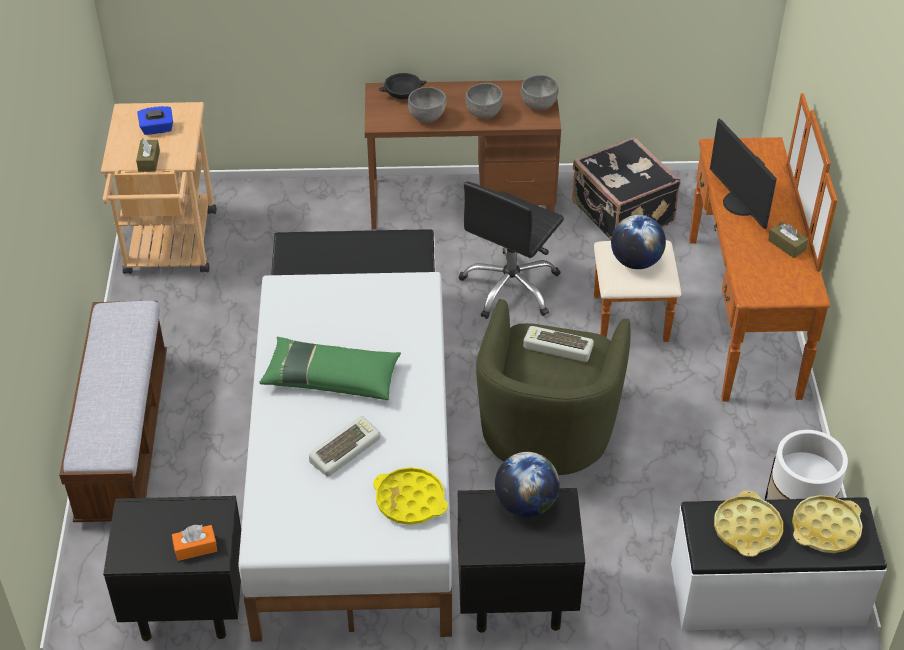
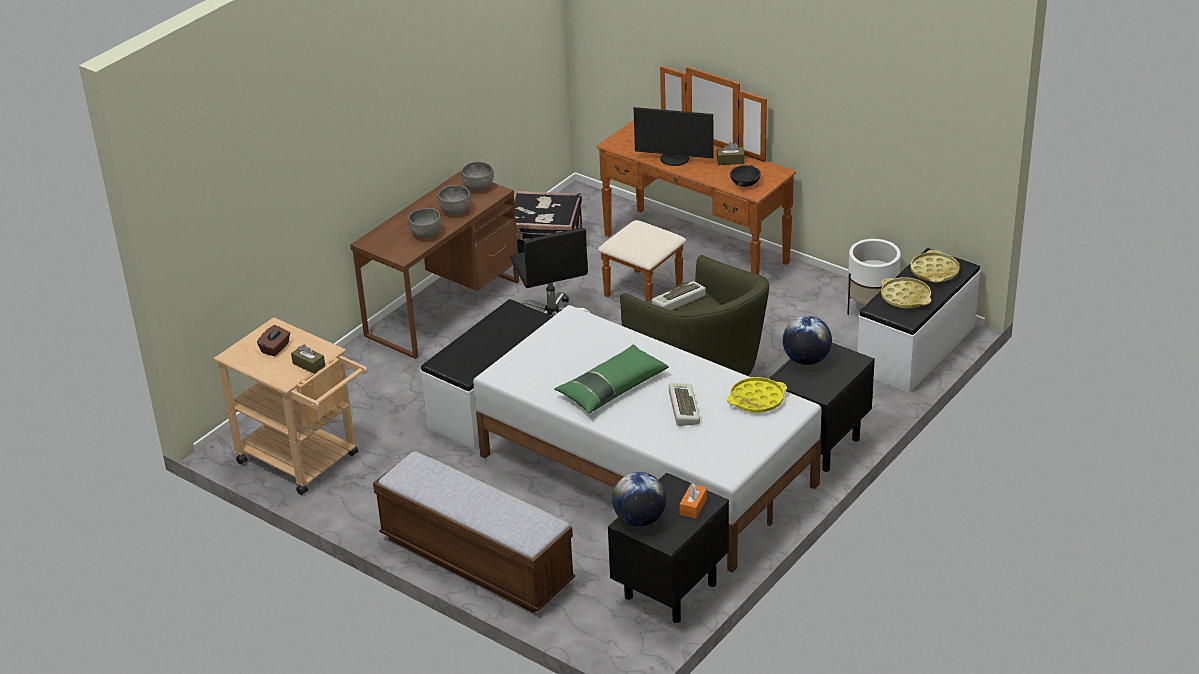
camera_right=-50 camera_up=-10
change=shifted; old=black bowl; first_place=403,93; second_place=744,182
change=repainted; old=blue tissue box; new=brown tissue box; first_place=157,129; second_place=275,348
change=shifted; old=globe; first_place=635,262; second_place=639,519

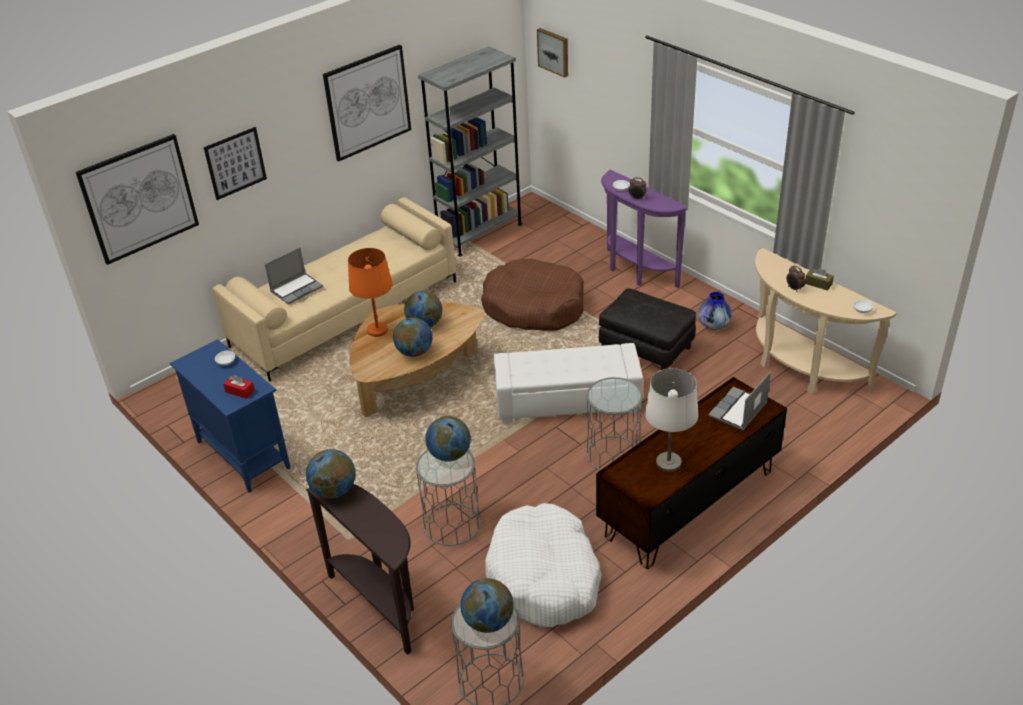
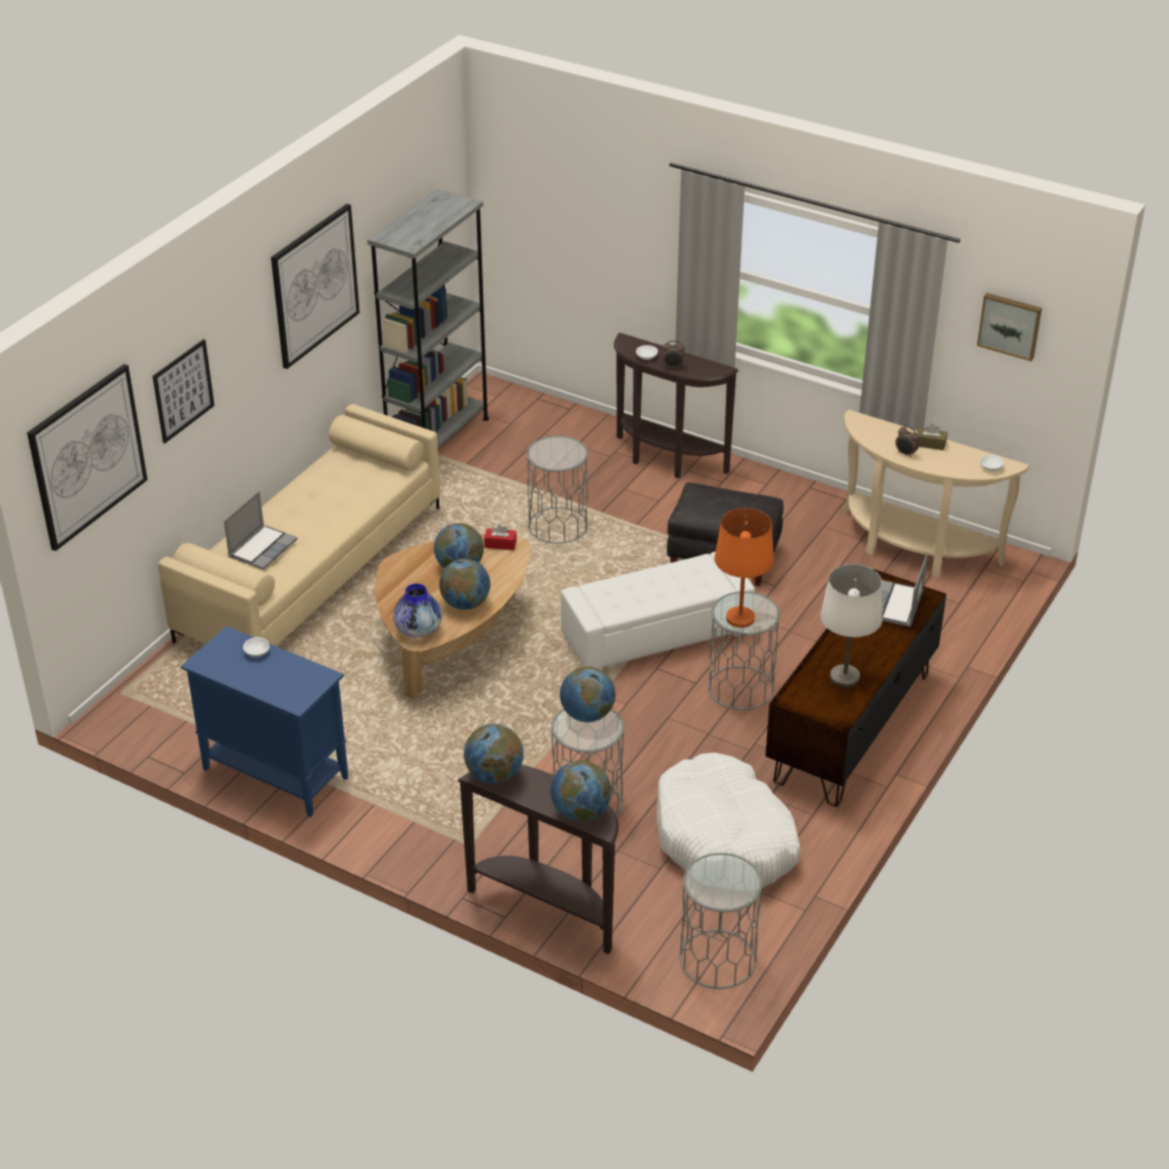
camera_right=-20 camera_up=0
change=shifted; old=picture; first_place=554,52; second_place=1010,325
change=repainted; old=purple console table; new=brown console table; first_place=635,272; second_place=665,461
change=shifted; old=orange table lamp; first_place=377,330; second_place=739,618
change=swapped; old=brown dog bed; new=grey side table; first_place=534,307; second_place=558,525
change=shifted; old=vase; first_place=714,325; second_place=419,630
change=shifted; old=red tissue box; first_place=240,391; second_place=500,544
change=shifted; old=globe; first_place=488,622; second_place=580,812

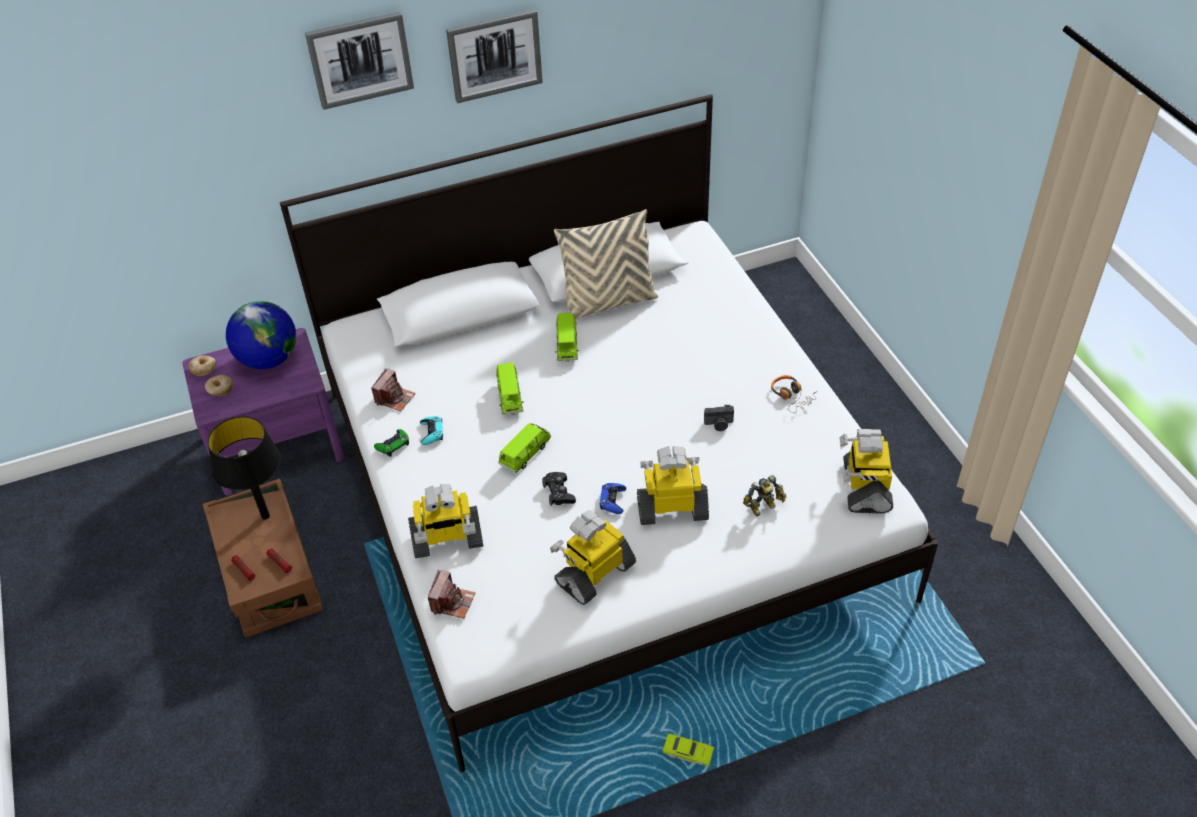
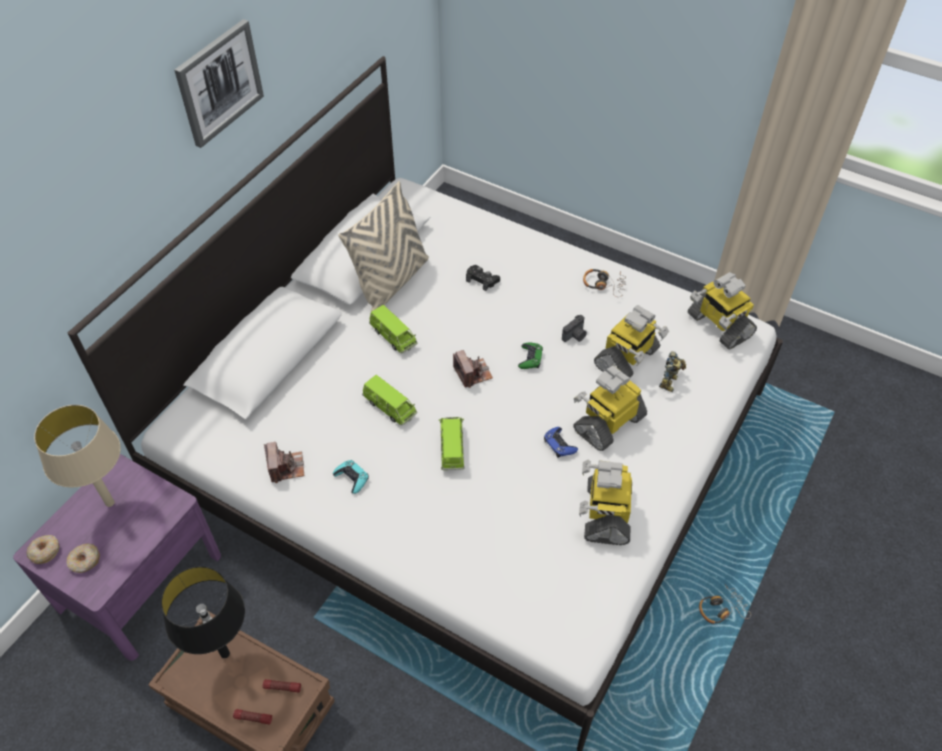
camera_right=-40 camera_up=5
change=gone; old=picture; first_place=360,59
change=swapped; old=globe; new=beige table lamp; first_place=268,359; second_place=109,503
change=shifted; old=green game controller; first_place=393,445; second_place=530,358
change=shifted; old=black game controller; first_place=559,492; second_place=482,280
change=shifted; old=toy robot; first_place=447,539; second_place=627,359
change=shifted; old=photo camera; first_place=452,602; second_place=472,373
change=swapped; old=green toy car; new=headphones; first_place=688,752; second_place=721,609

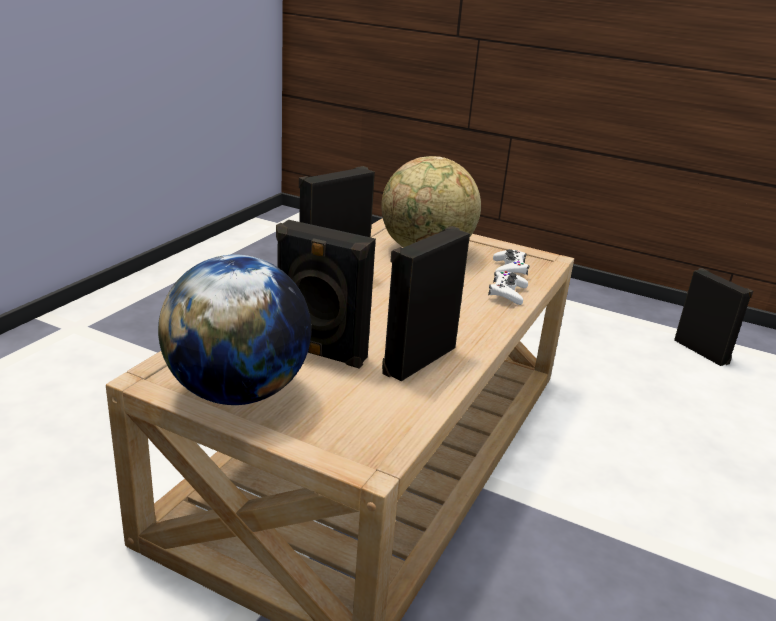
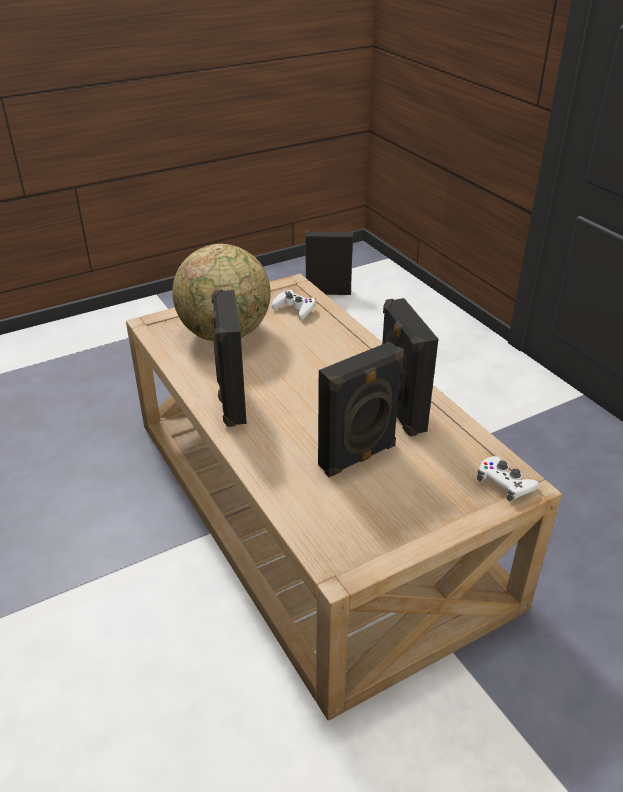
camera_right=-55 camera_up=10
change=gone; old=globe; first_place=237,392
change=shifted; old=white game controller; first_place=507,293; second_place=504,483

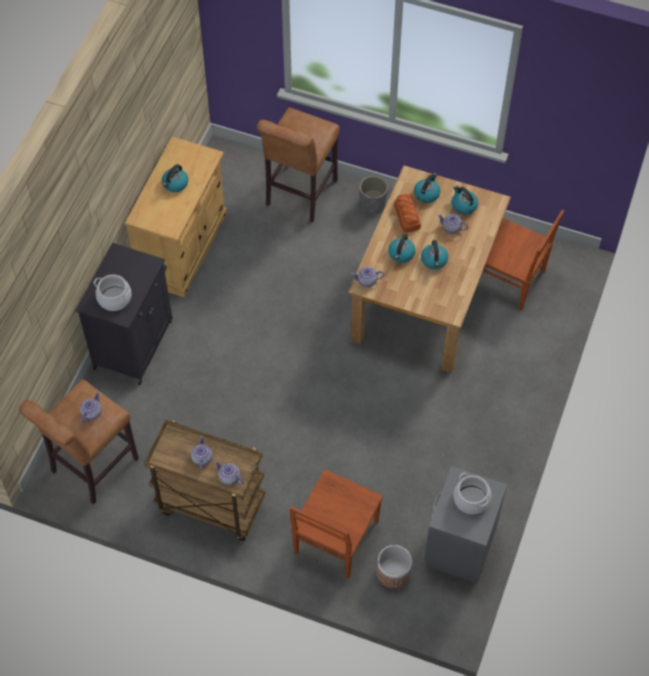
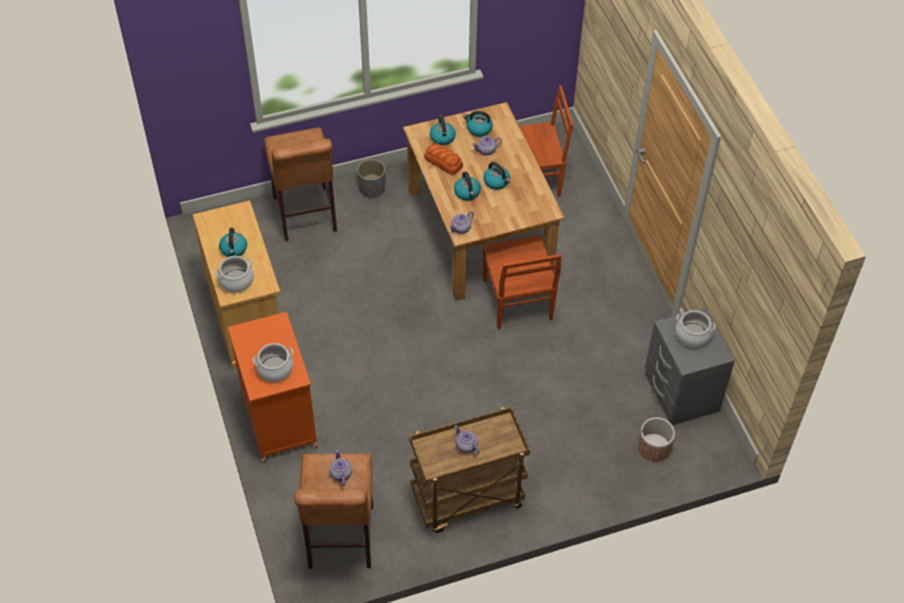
camera_right=-40 camera_up=-5
change=repainted; old=black cabinet; new=orange cabinet; first_place=134,342; second_place=278,418
change=gone; old=teapot; first_place=229,478
change=shifted; old=brown chair; first_place=335,539; second_place=517,301
change=new; new=cooking pot; second_place=236,281

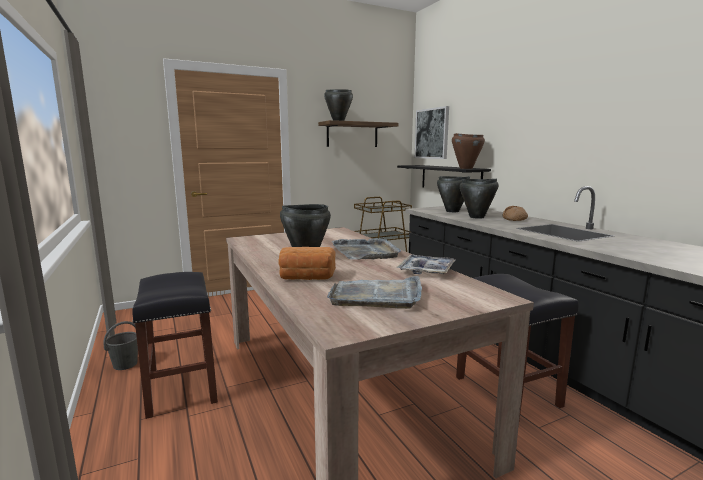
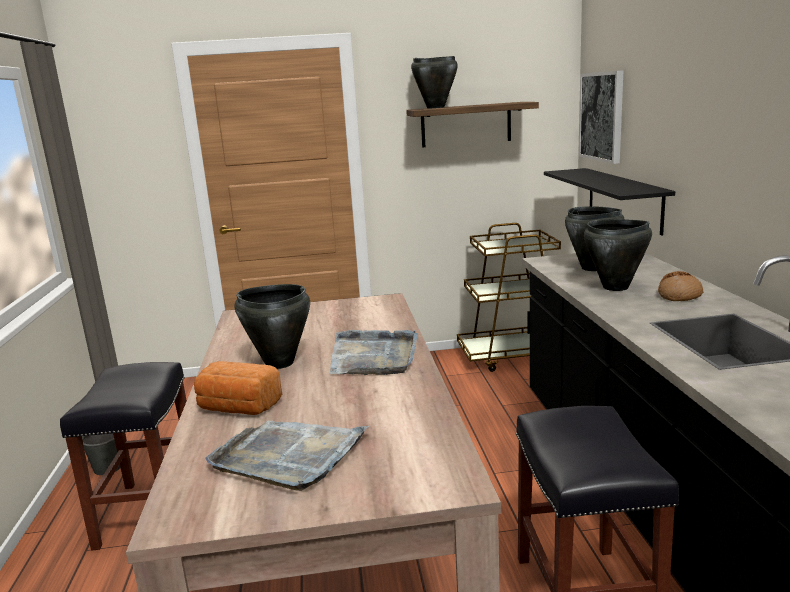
camera_right=20 camera_up=5
change=gone; old=brown cooking pot; first_place=465,168
change=gone; old=tray; first_place=426,270

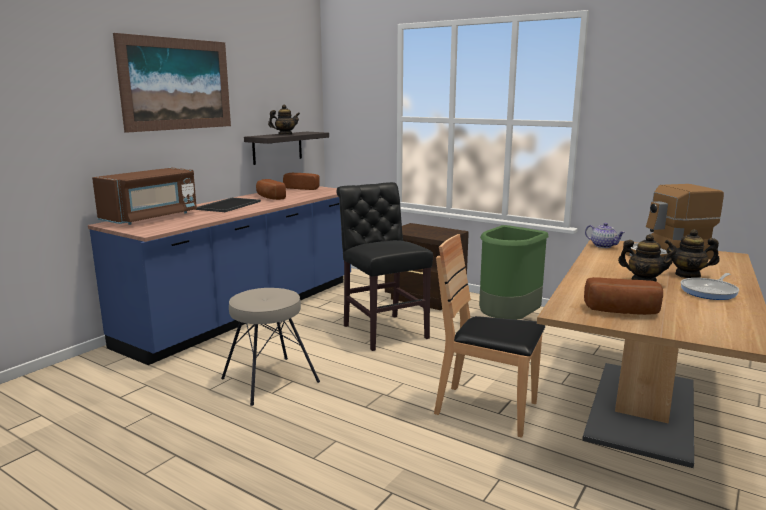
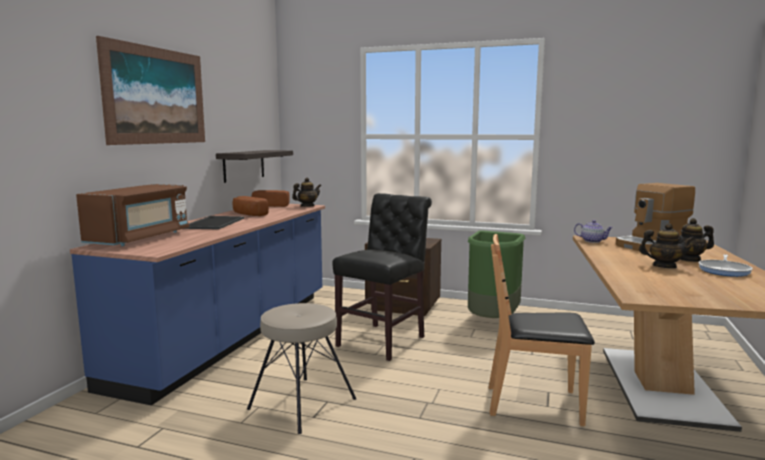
camera_right=-15 camera_up=-5
change=shifted; old=teapot; first_place=285,134; second_place=307,206
change=rotated; old=black chair; first_place=383,330; second_place=384,340; degrees=75
change=gone; old=bread; first_place=622,312

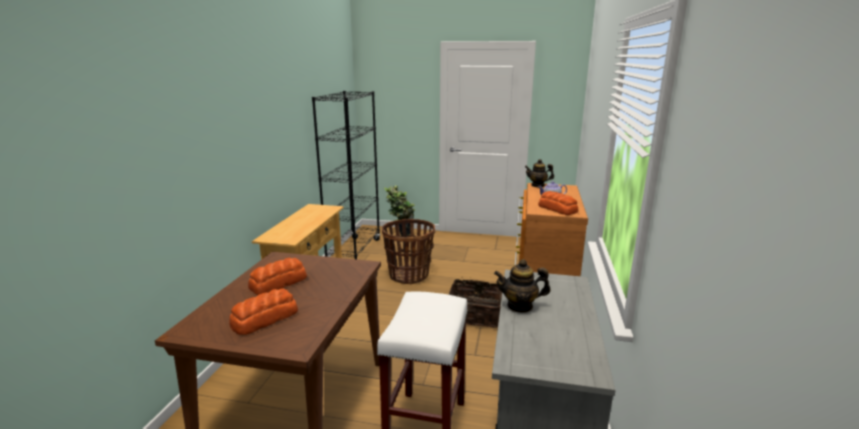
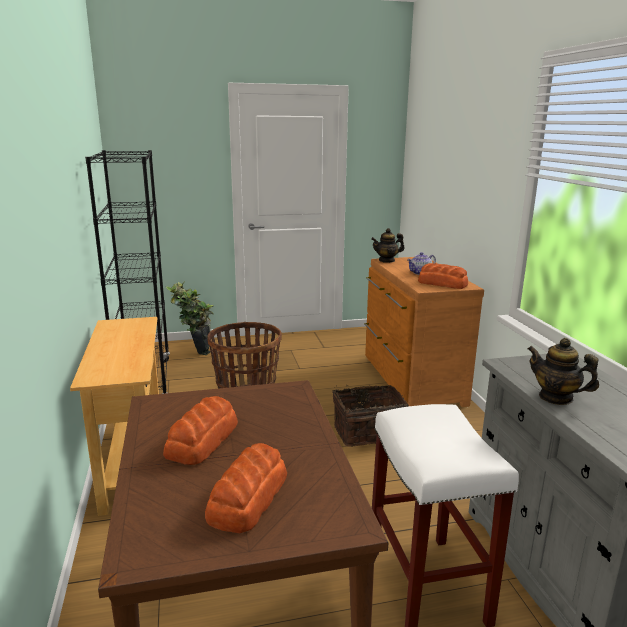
camera_right=-25 camera_up=0
change=rotated; old=teapot; first_place=520,306; second_place=556,397; degrees=60

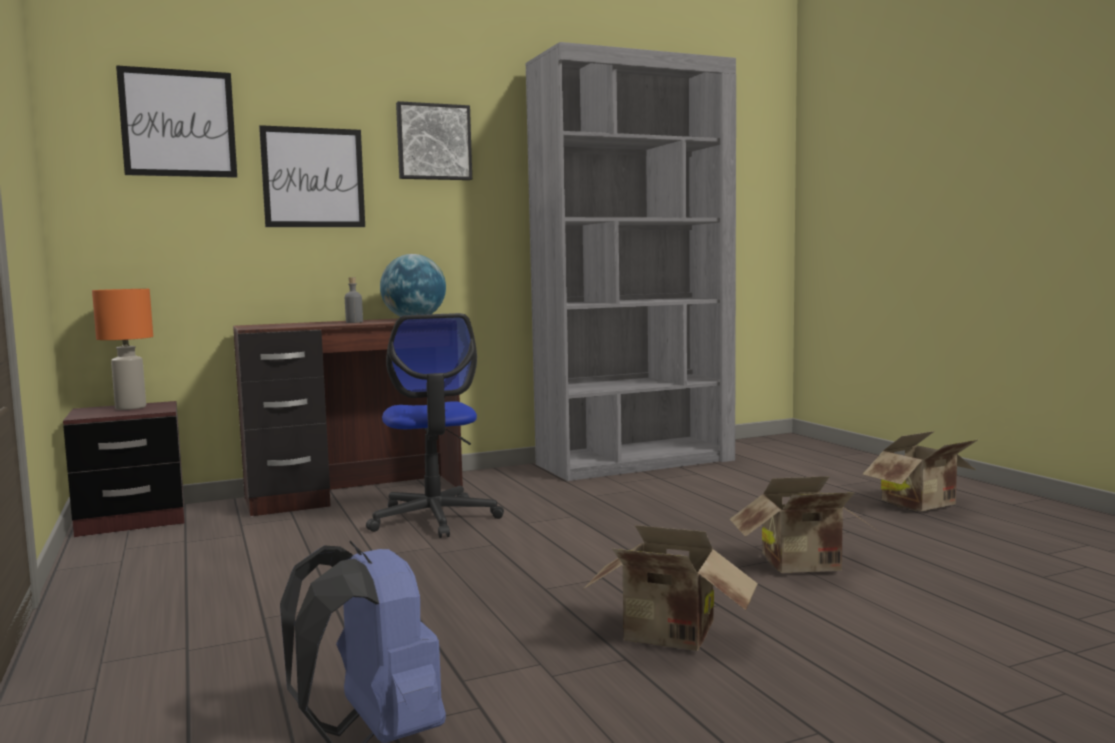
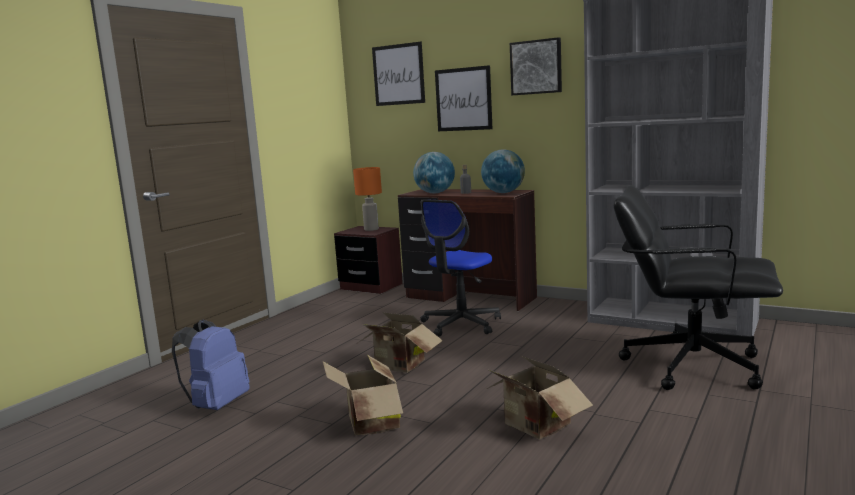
camera_right=55 camera_up=5
change=shifted; old=cardboard box; first_place=924,505; second_place=399,367
change=new; new=globe; second_place=435,193
change=new; new=black office chair; second_place=691,365

